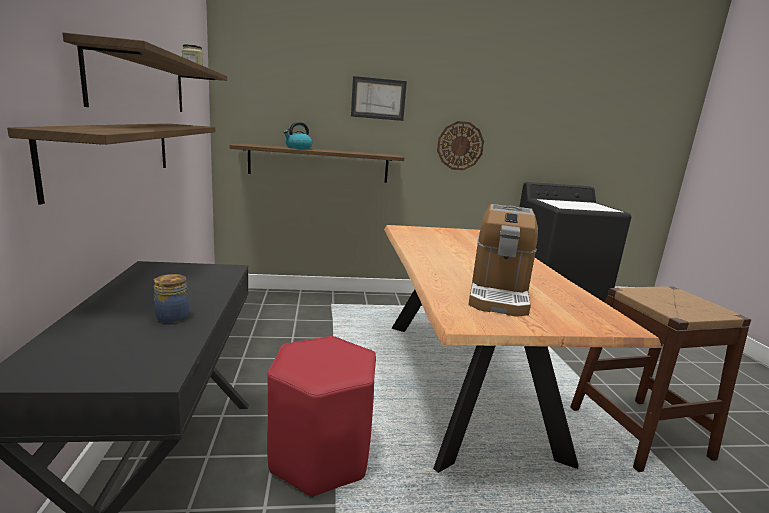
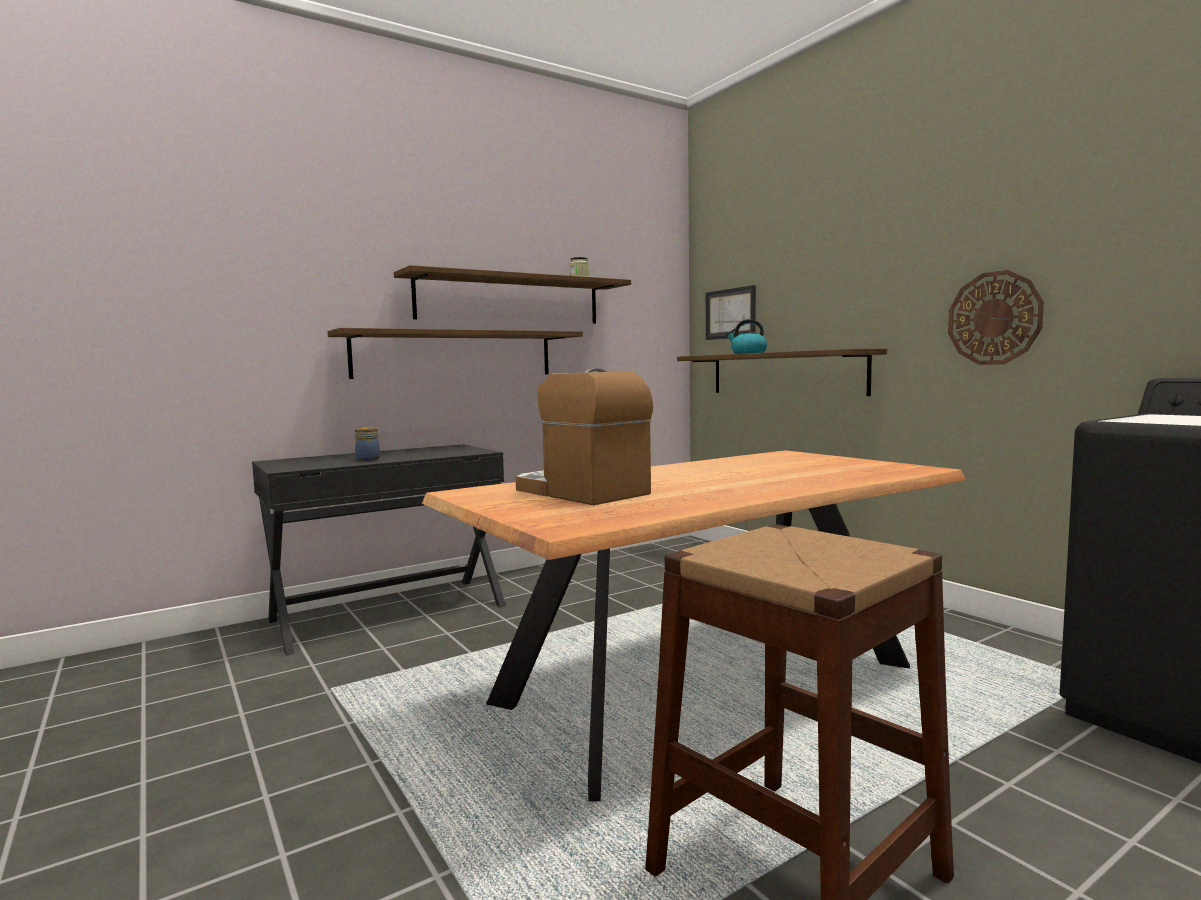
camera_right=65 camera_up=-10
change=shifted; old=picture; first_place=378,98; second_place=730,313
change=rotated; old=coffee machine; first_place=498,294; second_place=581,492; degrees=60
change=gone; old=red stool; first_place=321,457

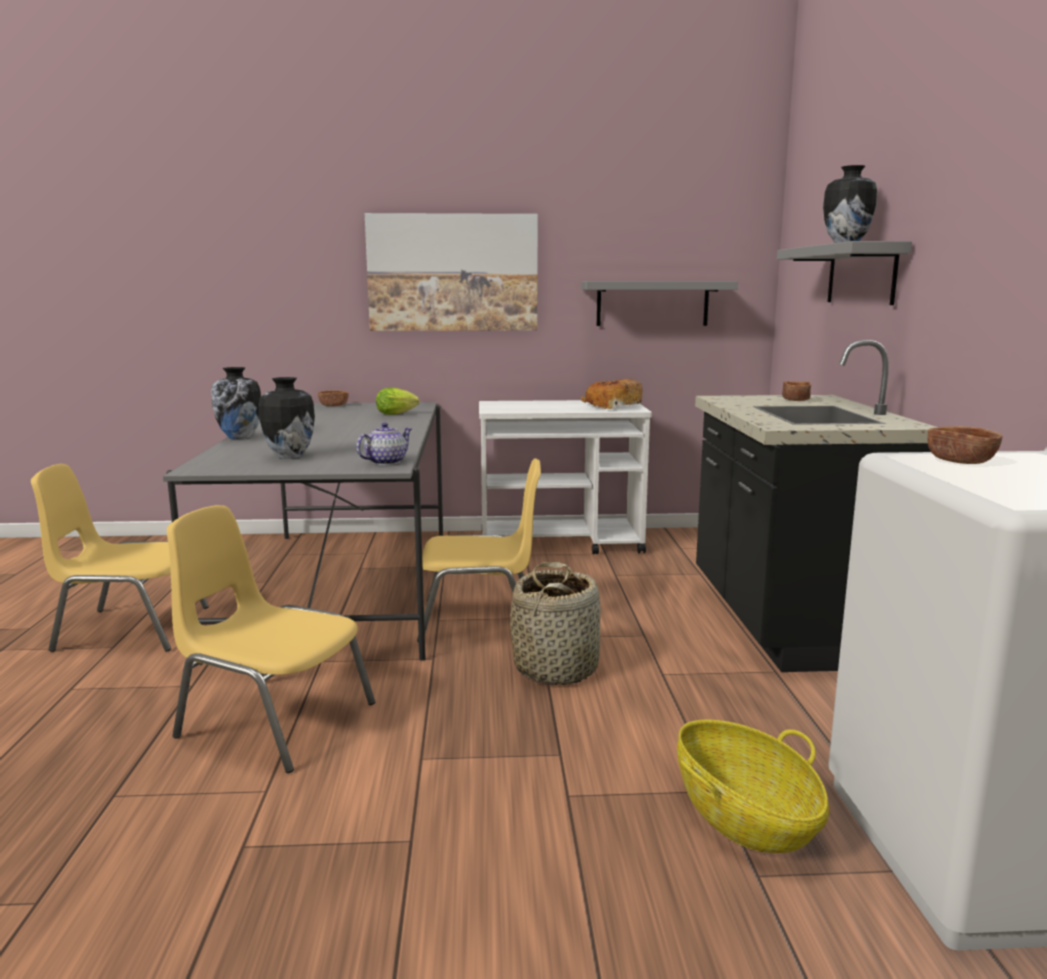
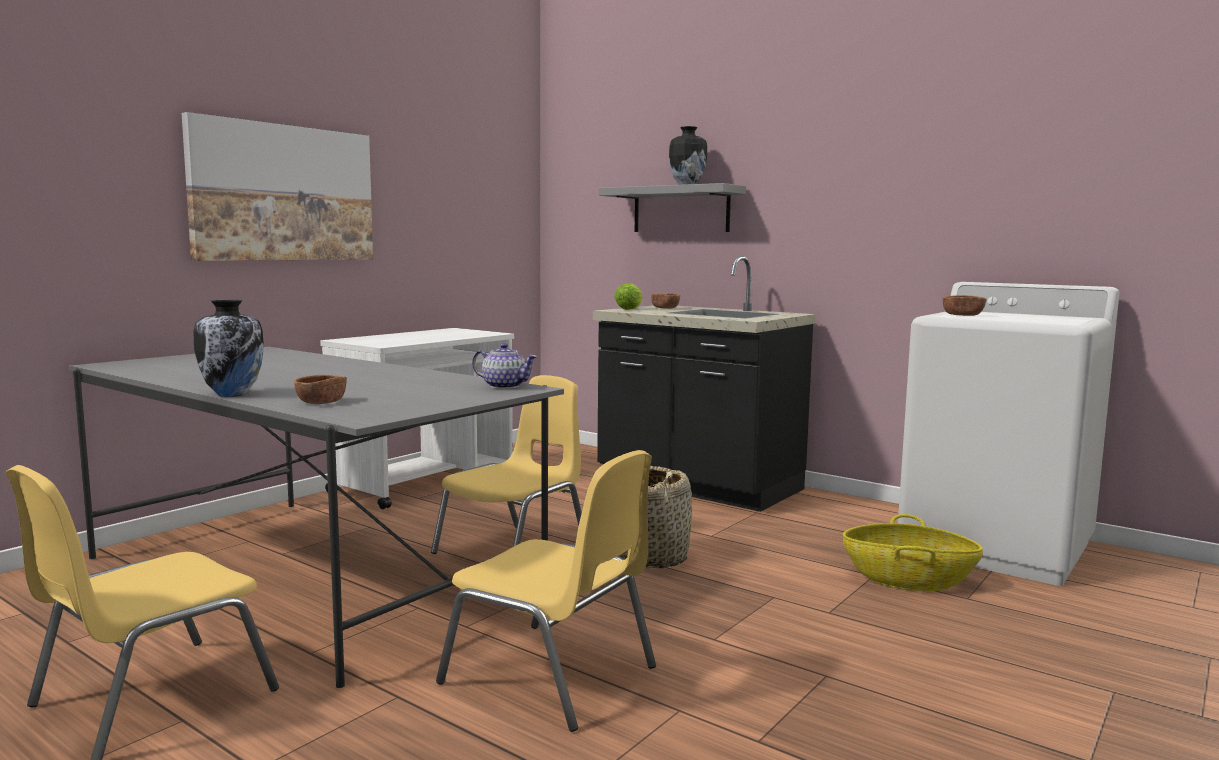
camera_right=-50 camera_up=-5
change=gone; old=grey shelf; first_place=652,303
change=gone; old=vase; first_place=289,456
change=gone; old=bread; first_place=612,406
change=shifted; old=lettuce; first_place=398,414; second_place=630,309
change=shifted; old=brown bowl; first_place=333,405; second_place=321,402
change=rotated; old=teapot; first_place=385,462; second_place=504,386; degrees=120
change=rotated; old=yellow chair; first_place=274,720; second_place=552,675; degrees=-120

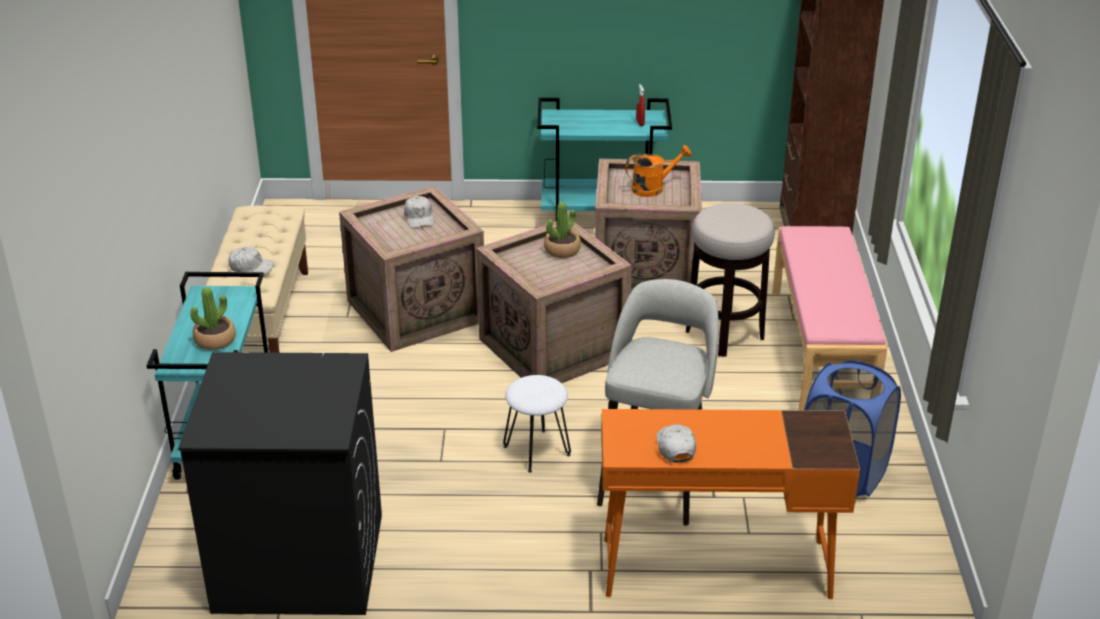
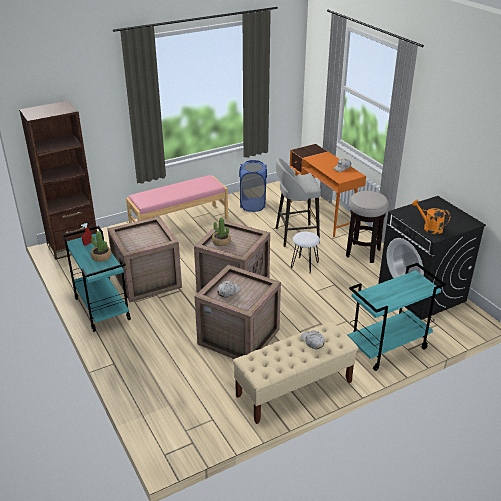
camera_right=-120 camera_up=0
change=shifted; old=orange watering can; first_place=653,188; second_place=429,228
change=shifted; old=stool; first_place=724,334; second_place=363,253
change=shifted; old=potted plant; first_place=215,340; second_place=101,257

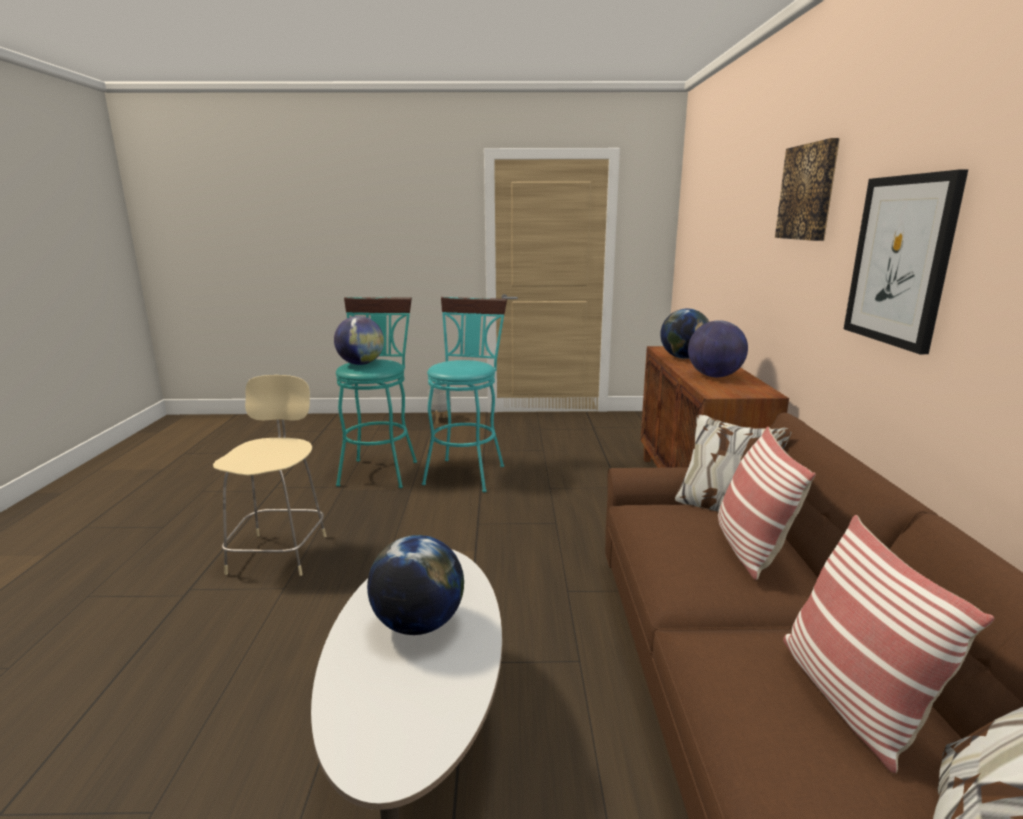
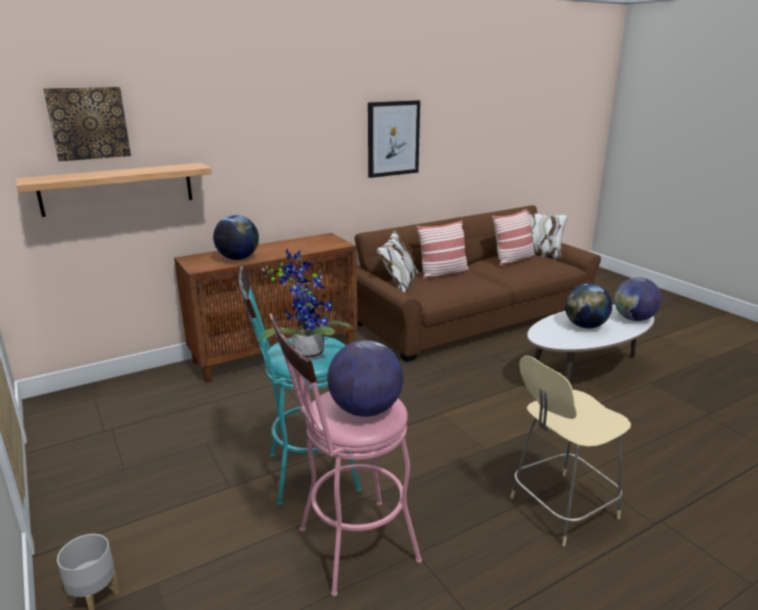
camera_right=-120 camera_up=5
change=shifted; old=picture; first_place=808,192; second_place=88,123
change=repainted; old=turquoise stool; new=pink stool; first_place=380,470; second_place=348,549
change=shifted; old=globe; first_place=714,376; second_place=634,319
change=new; new=shelf; second_place=118,189
change=new; new=potted plant; second_place=306,352

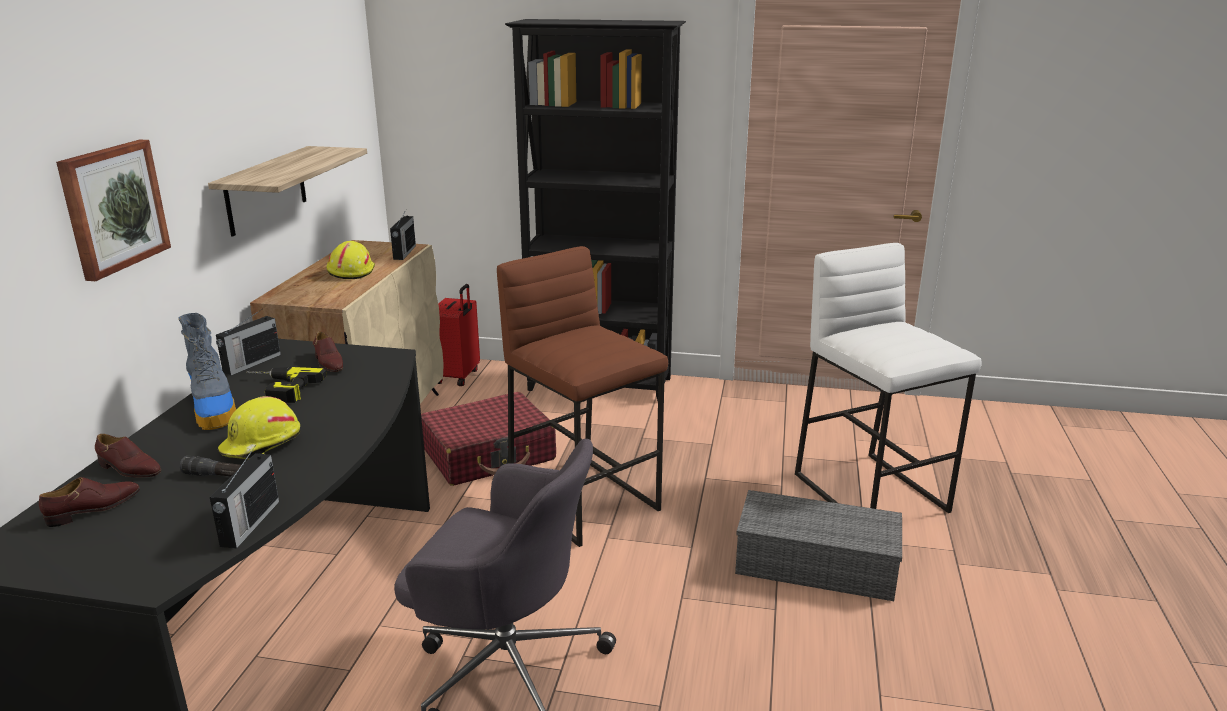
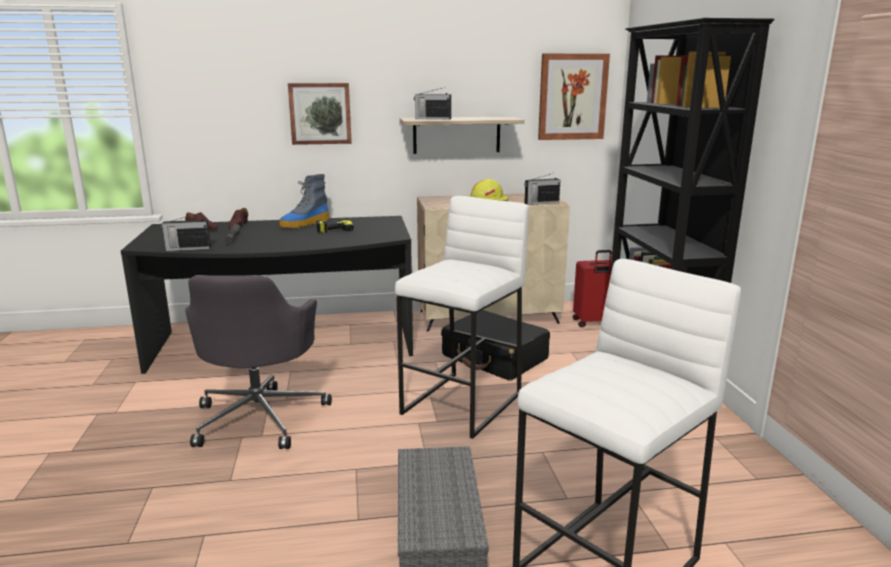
camera_right=70 camera_up=-5
change=repainted; old=brown stool; new=white stool; first_place=585,499; second_place=463,404
change=shifted; old=radio; first_place=251,364; second_place=432,119
change=gone; old=brown shoe; first_place=328,363
change=repainted; old=red suitcase; new=black suitcase; first_place=489,454; second_place=495,357
change=gone; old=yellow hard hat; first_place=262,444
change=new; new=picture; second_place=572,97

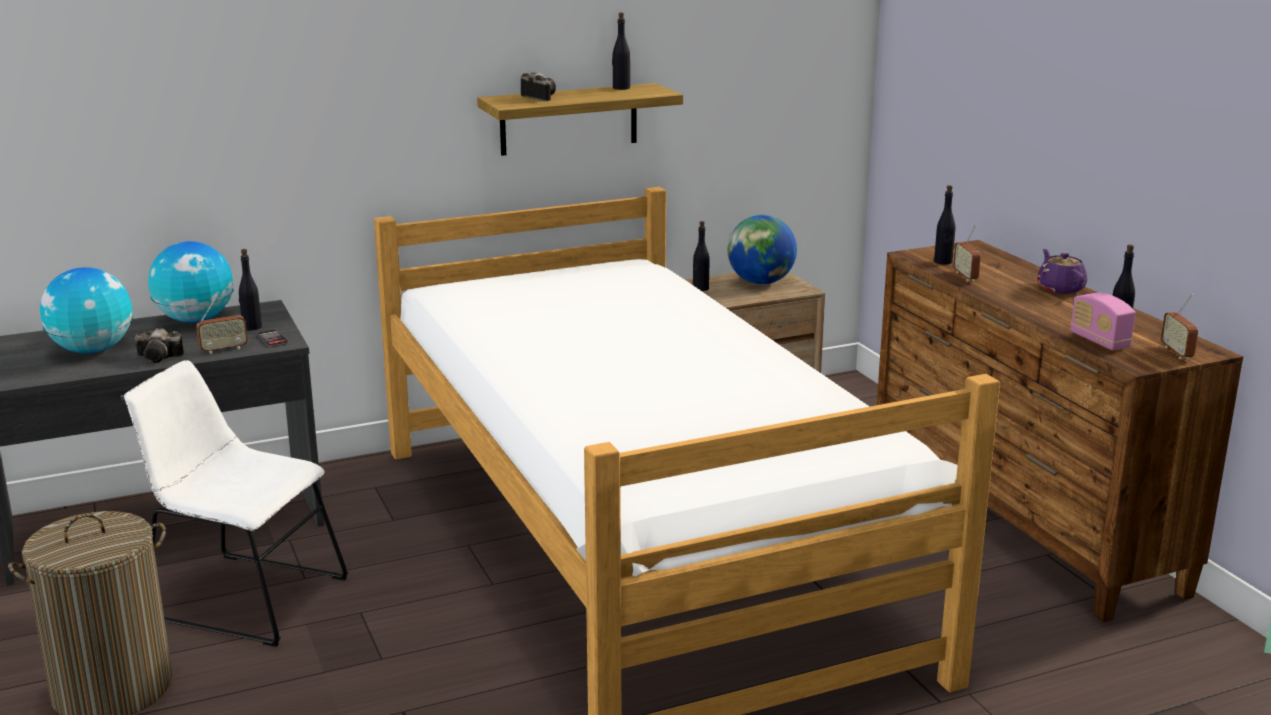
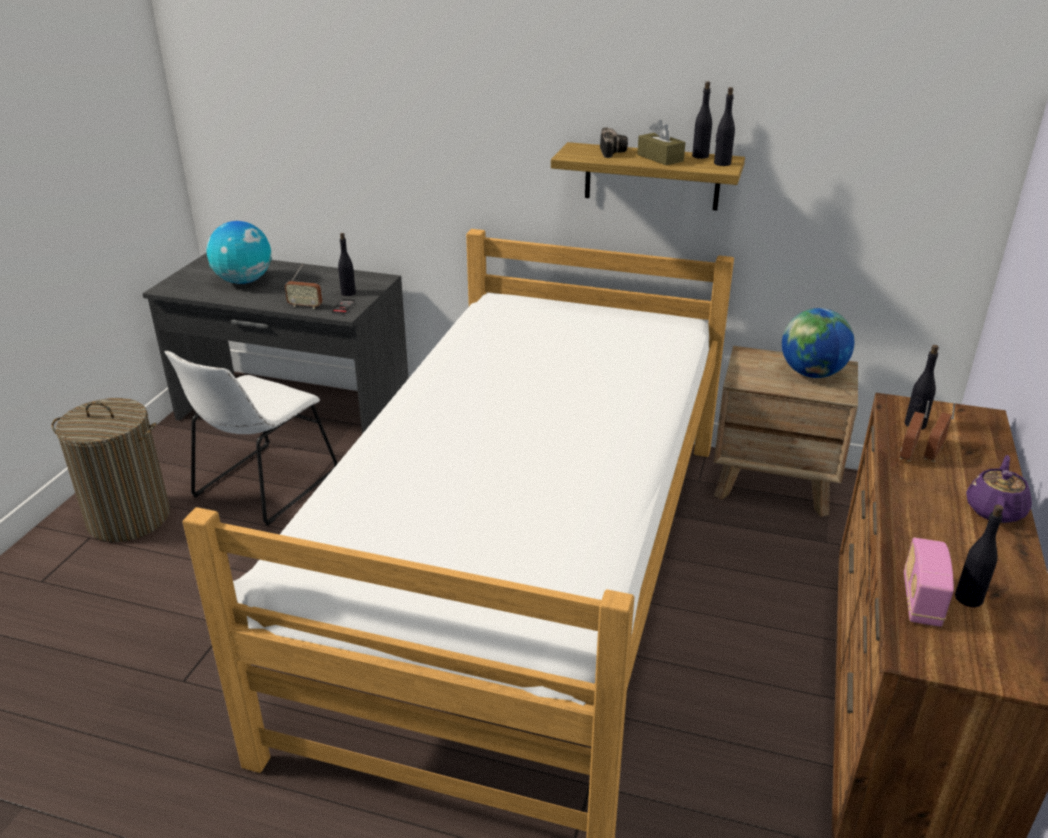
camera_right=40 camera_up=10
change=shifted; old=black bottle; first_place=700,289; second_place=722,163
change=gone; old=globe; first_place=195,320
change=shifted; old=radio; first_place=1177,353; second_place=934,452
change=gone; old=photo camera; first_place=160,357
change=rotated; old=white chair; first_place=242,597; second_place=262,486; degrees=-120
change=new; new=brown tissue box; second_place=660,158

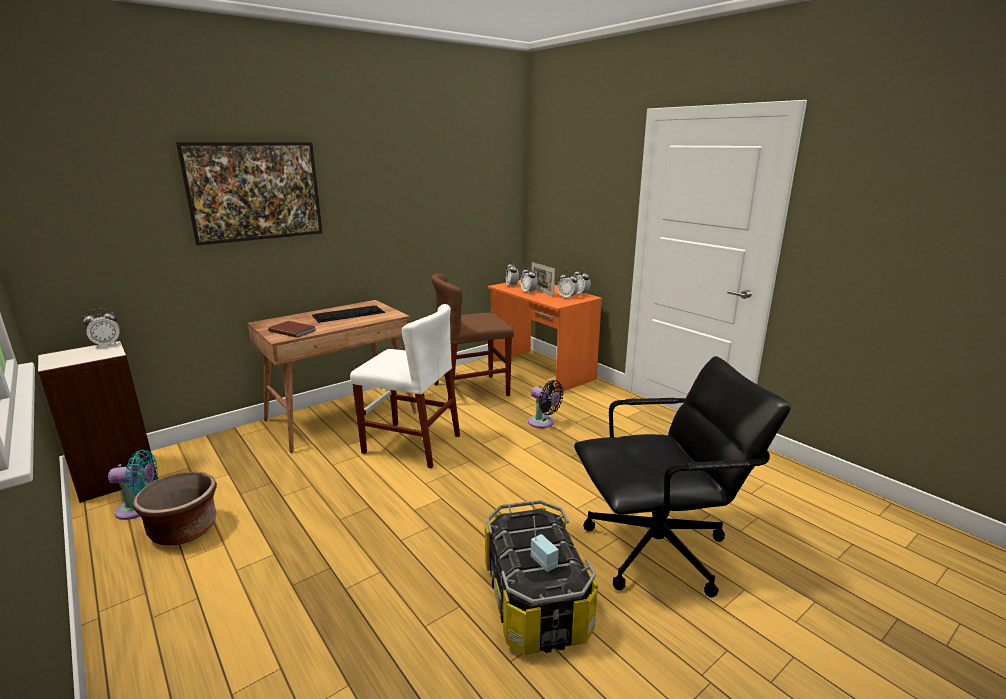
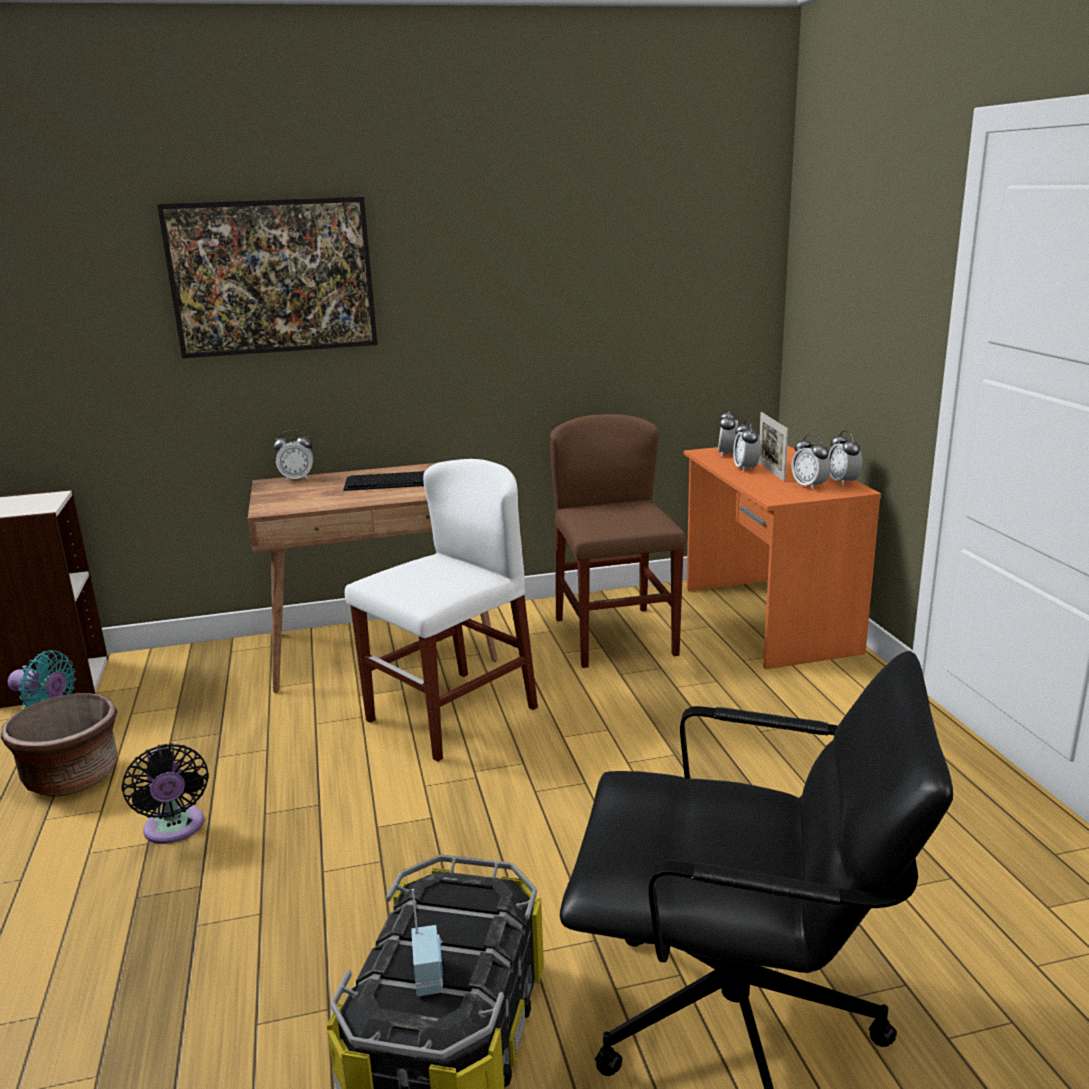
camera_right=25 camera_up=0
change=rotated; old=brown chair; first_place=471,390; second_place=615,636; degrees=75
change=rotated; old=white chair; first_place=411,444; second_place=451,714; degrees=-90
change=shifted; old=alarm clock; first_place=107,344; second_place=297,479
change=gone; old=brown book; first_place=293,330
change=shifted; old=black fan; first_place=543,423; second_place=174,829

